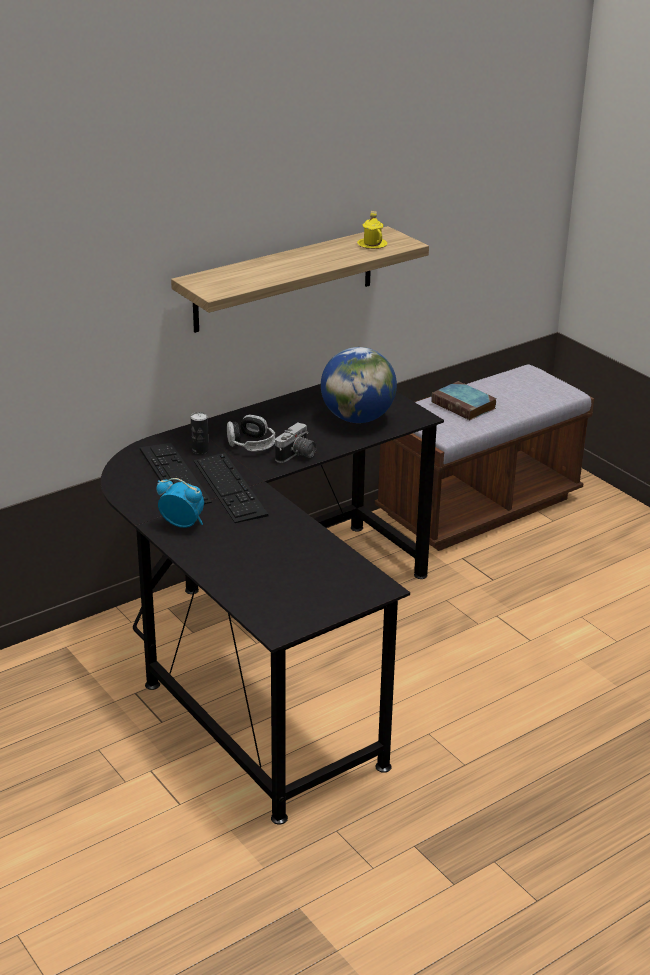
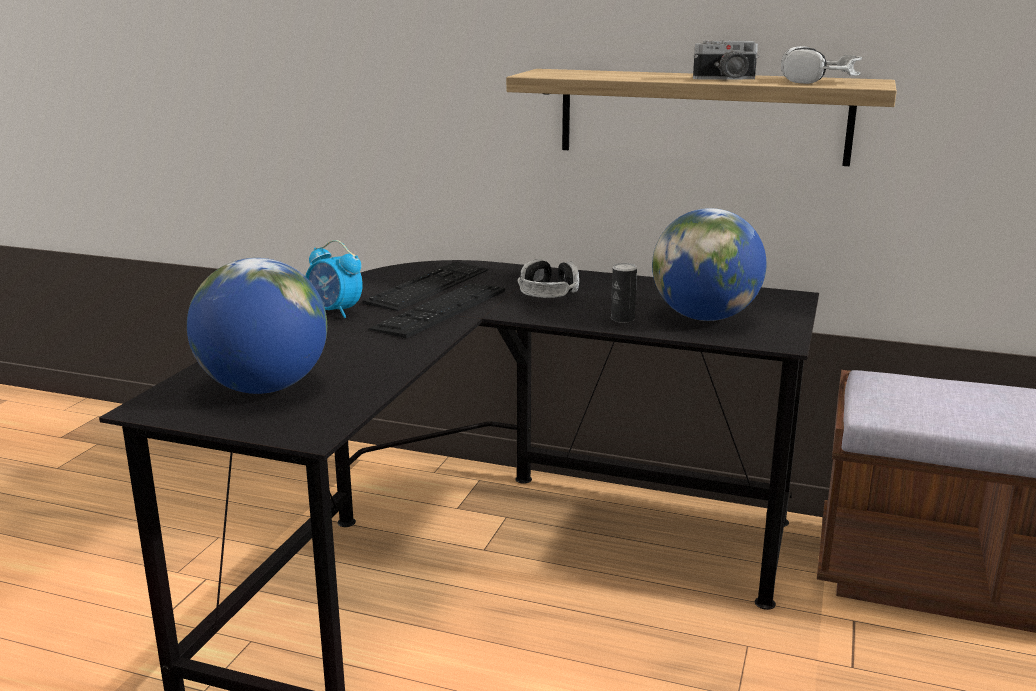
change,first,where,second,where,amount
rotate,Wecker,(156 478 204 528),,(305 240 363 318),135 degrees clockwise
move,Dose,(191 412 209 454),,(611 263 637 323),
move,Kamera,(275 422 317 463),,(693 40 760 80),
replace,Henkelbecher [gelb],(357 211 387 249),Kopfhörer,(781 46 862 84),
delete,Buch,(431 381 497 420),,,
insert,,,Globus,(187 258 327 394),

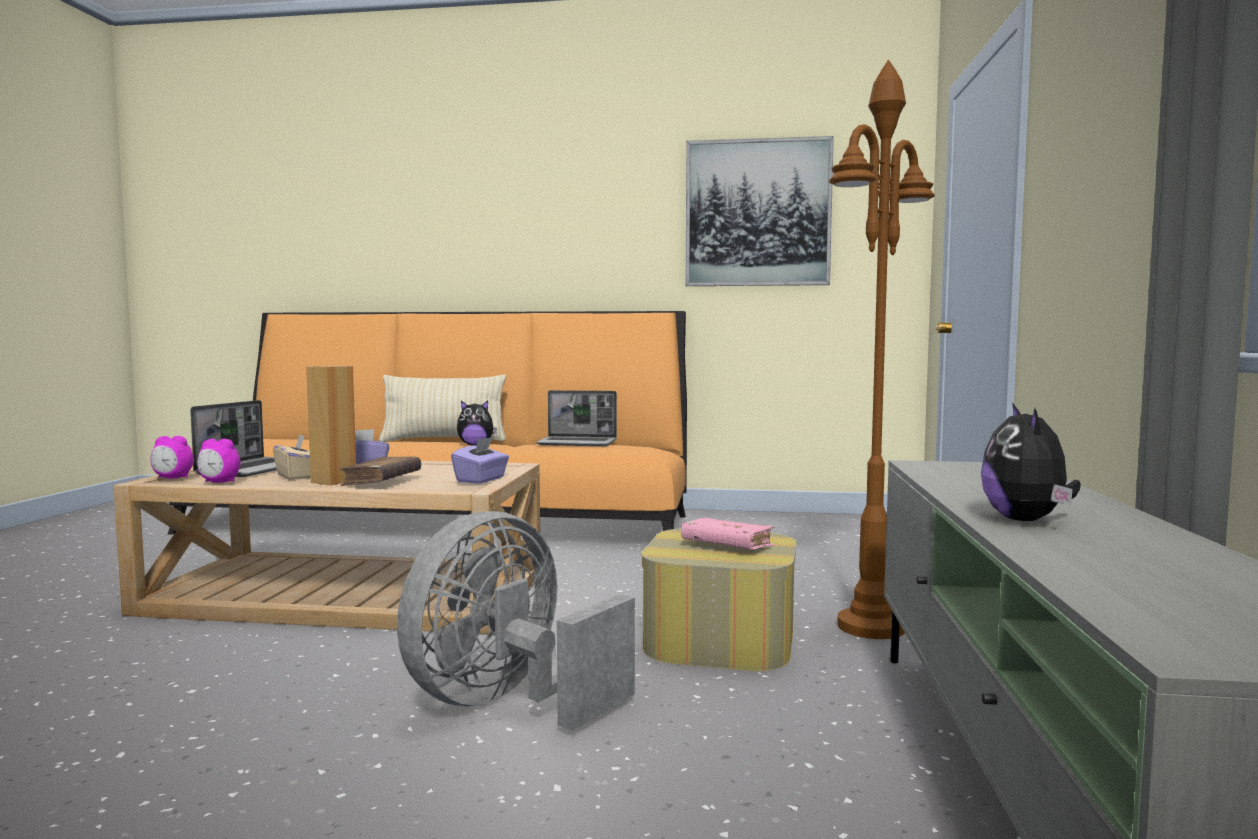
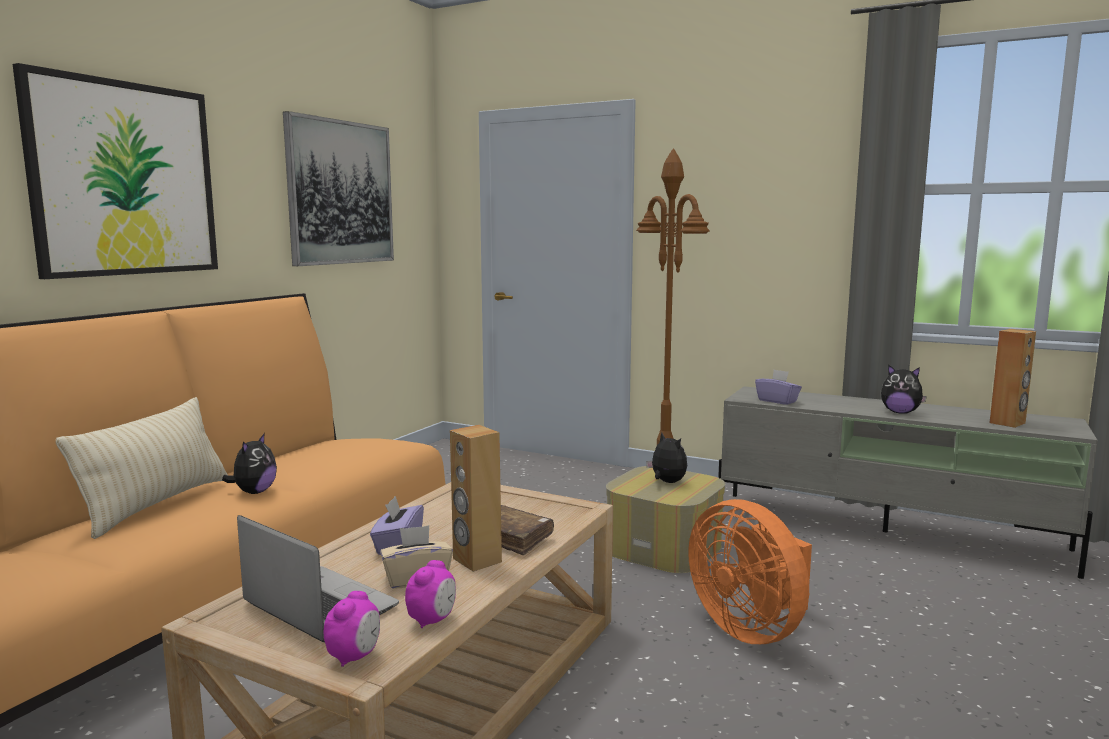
change,first,where,second,where,amount
recolor,Ventilator [grau],(397 511 635 731),Ventilator [orange],(688 499 812 644),
move,Taschentuchbox [lila],(451 437 509 484),,(755 370 802 405),
delete,Laptop,(536 390 617 446),,,
replace,Buch [rosa],(681 518 775 550),Plüschtier,(646 432 687 483),
insert,,,Bild,(13 63 218 279),
insert,,,Lautsprecher [braun],(990 329 1036 428),

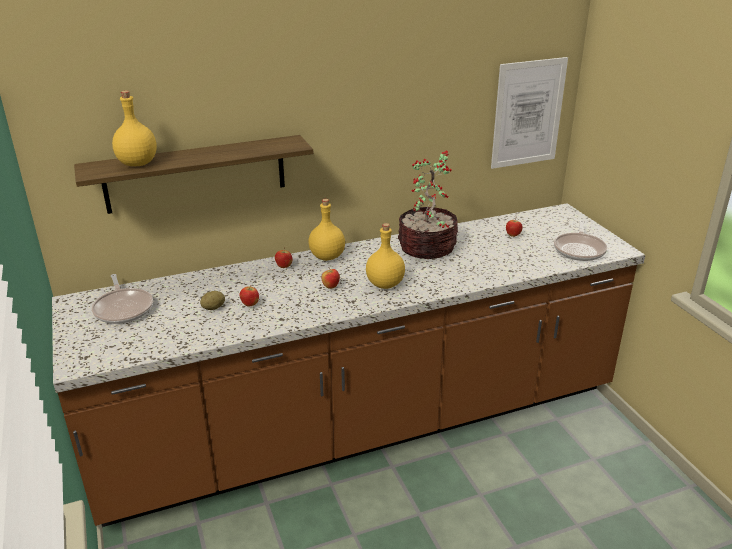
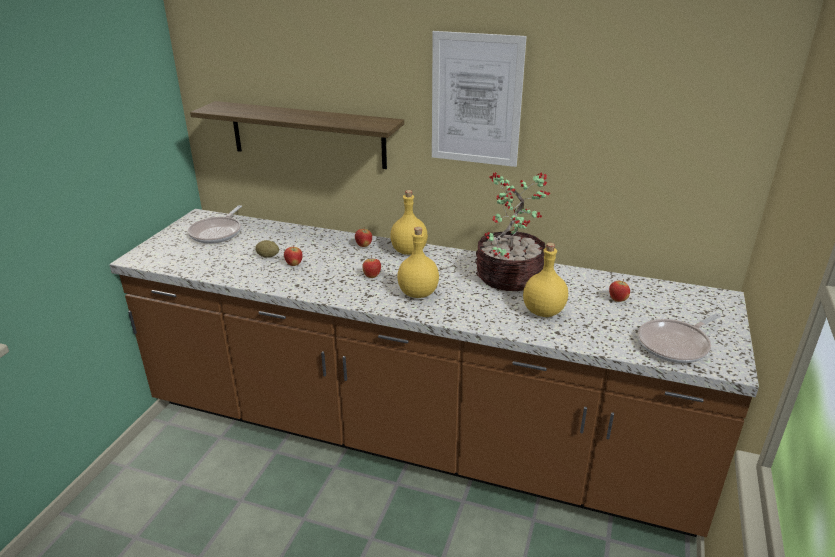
change,first,where,second,where,amount
move,Flasche [gelb],(112 91 157 166),,(523 243 568 317),
move,Bild,(491 57 568 169),,(432 31 527 167),

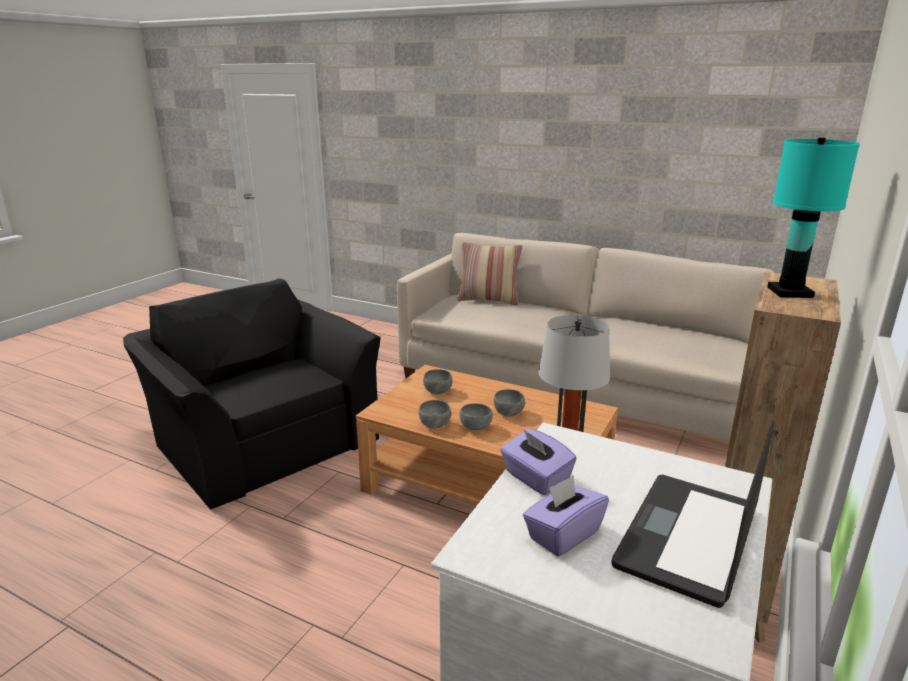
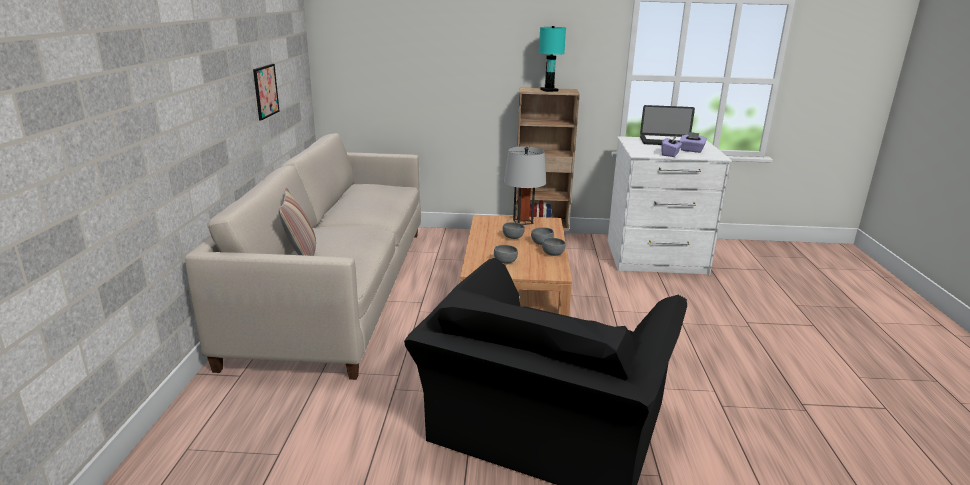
change,first,where,second,where,amount
insert,,,Bild,(253 64 279 121),

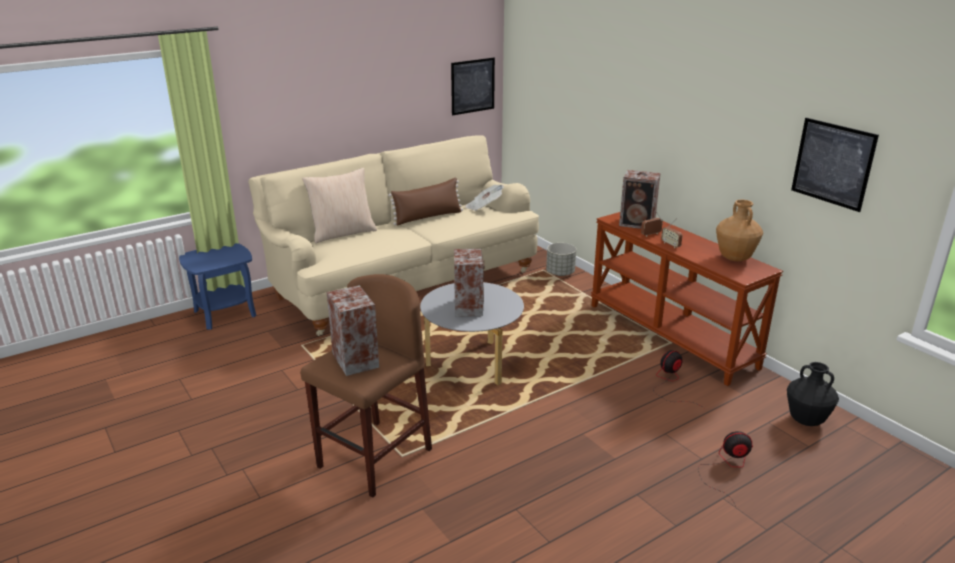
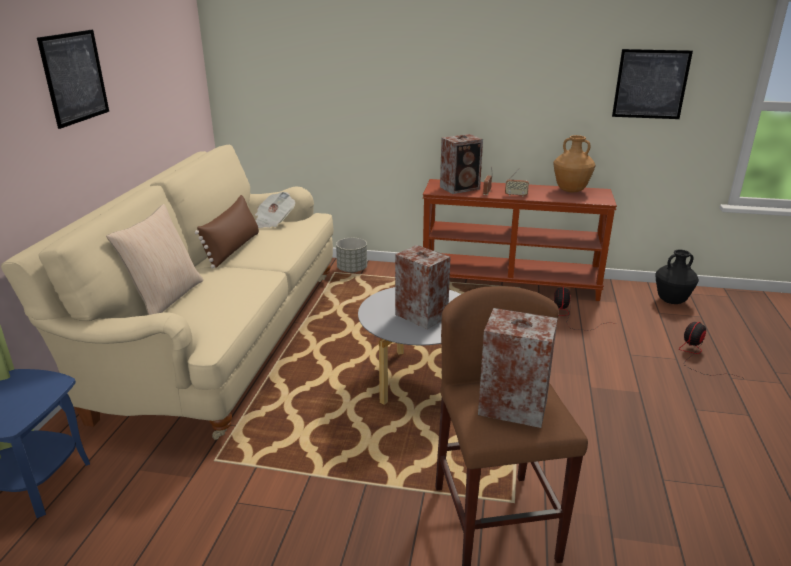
change,first,where,second,where,amount
move,Bild,(451 58 495 115),,(37 30 109 129),

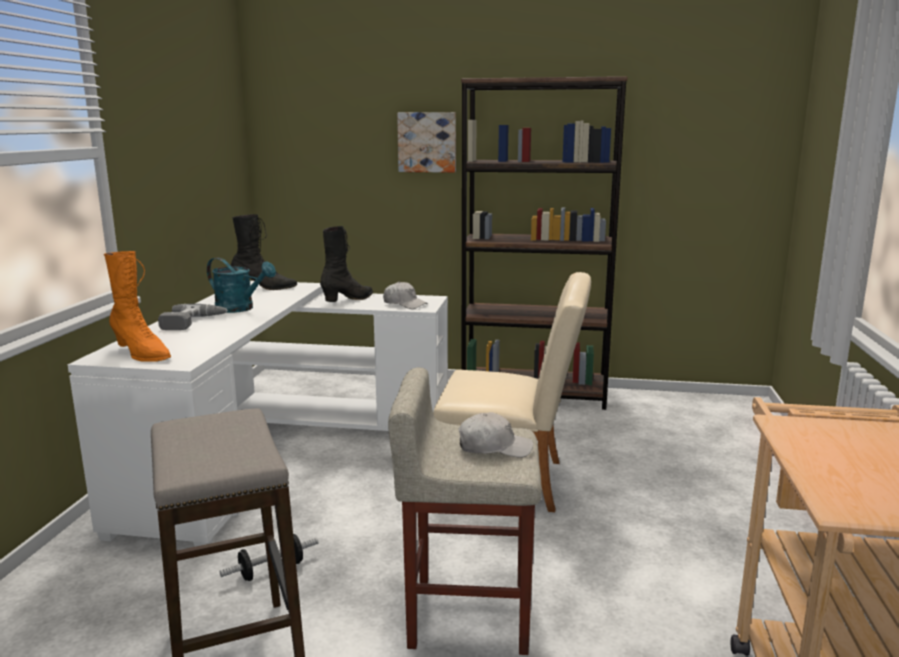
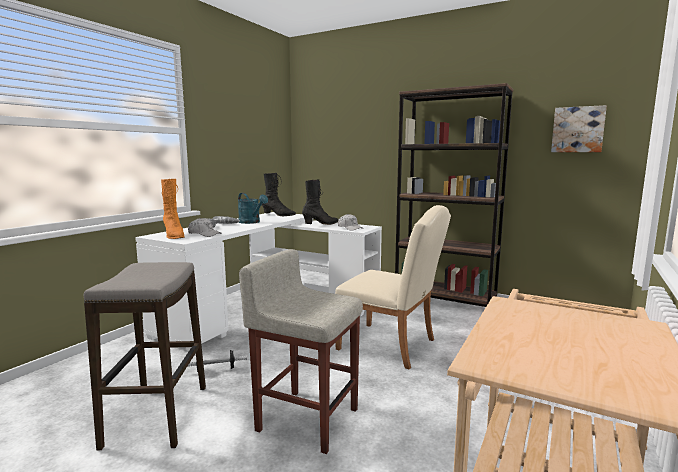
change,first,where,second,where,amount
move,Bild,(397 112 456 173),,(551 105 607 152),
move,Kappe [weiß],(459 412 533 458),,(188 218 222 237),

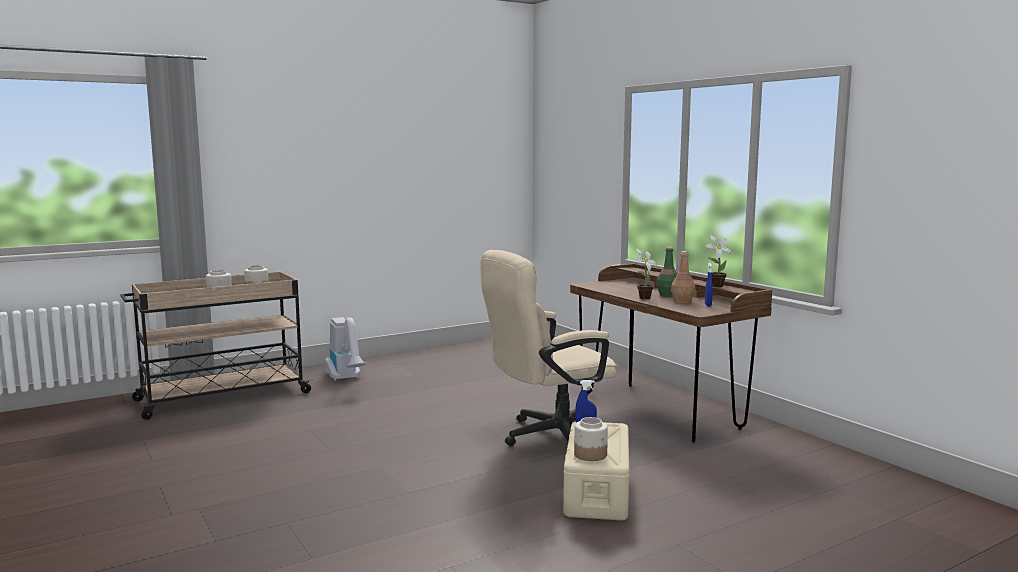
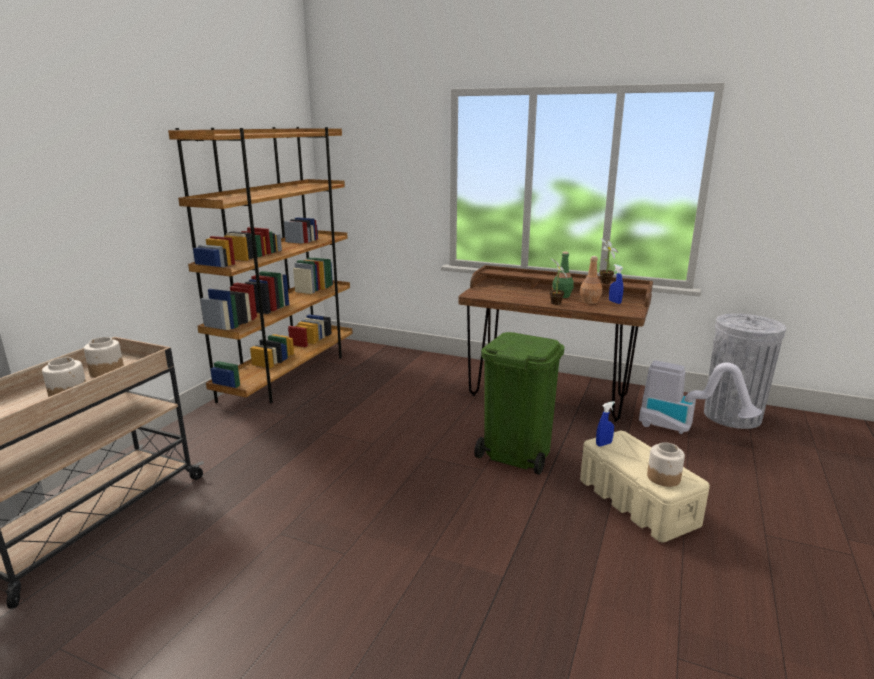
change,first,where,second,where,amount
move,Staubsauger,(325 317 366 381),,(639 361 762 434),
replace,Bürostuhl [beige],(480 250 617 446),Mülleimer [grün],(474 332 564 475),
insert,,,Bücherregal [braun],(168 127 353 403),
insert,,,Mülleimer [grau],(704 313 786 429),

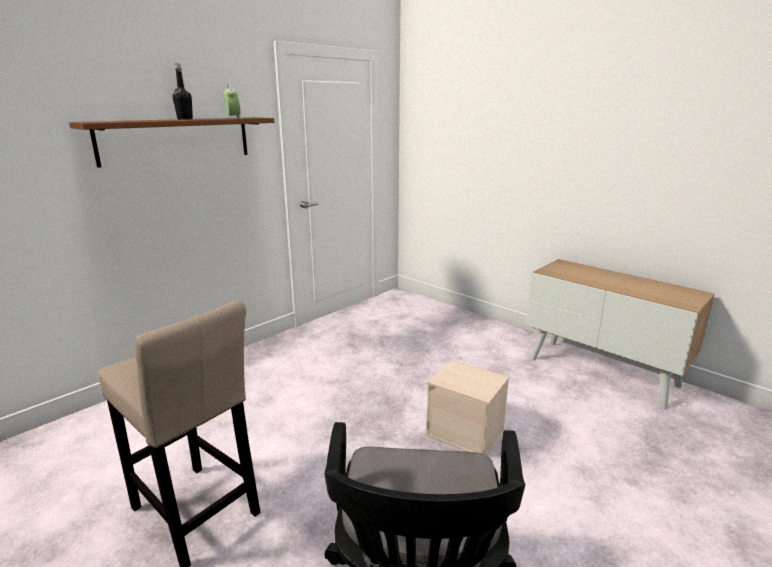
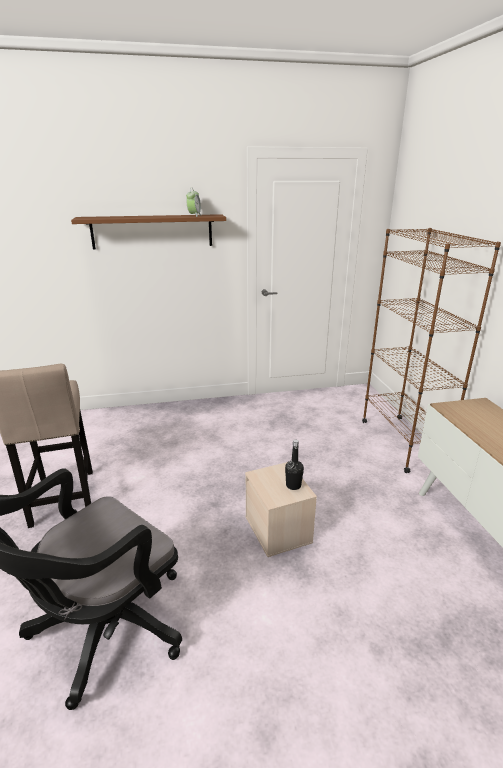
change,first,where,second,where,amount
move,Flasche [schwarz],(172 64 193 120),,(285 440 304 490),
insert,,,Bücherregal [braun],(362 228 501 473),

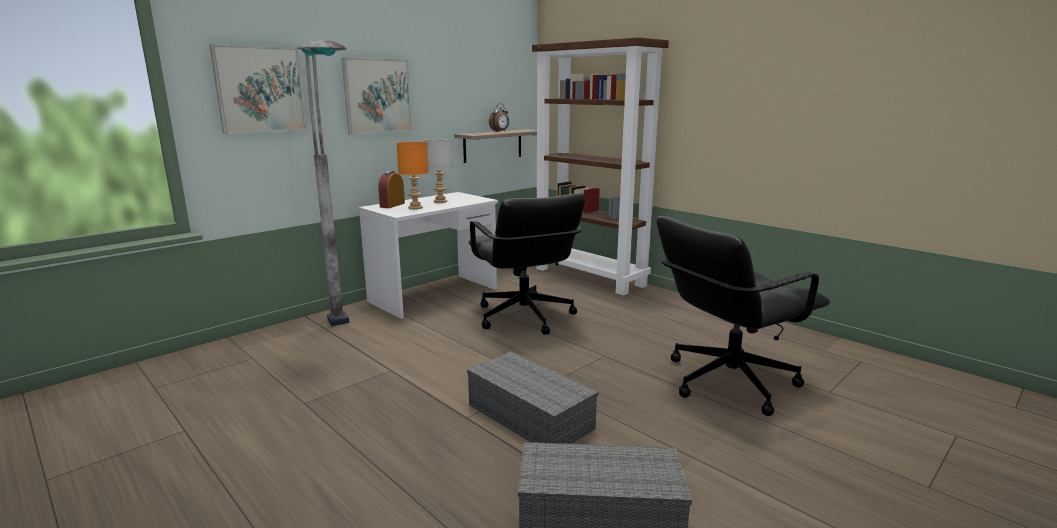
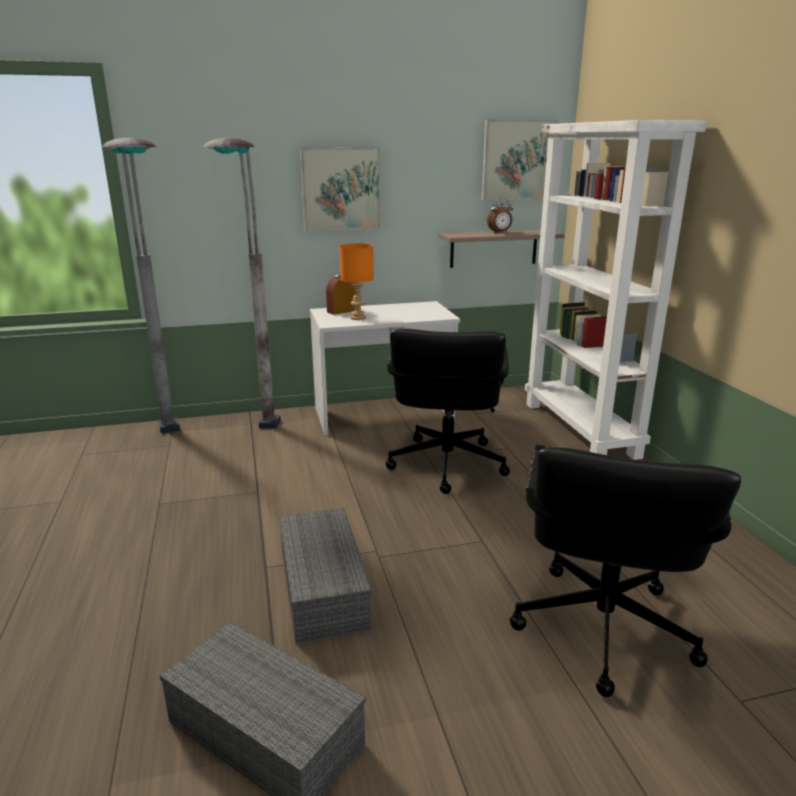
change,first,where,second,where,amount
move,Bild,(209 44 307 134),,(481 119 558 200),
delete,Tischlampe [grau],(423 139 453 203),,,
recolor,Bücherregal [braun],(532 37 669 296),Bücherregal [weiß],(525 120 707 460),
rotate,Bürostuhl [schwarz],(656 216 830 416),,(510 444 741 697),75 degrees counterclockwise
insert,,,Stehlampe [grau],(103 138 180 433),

